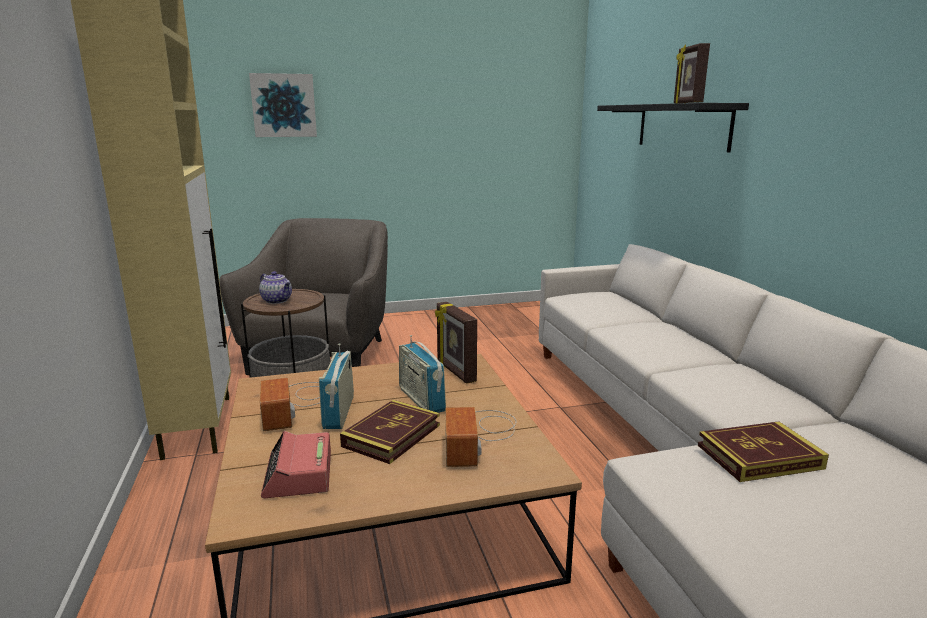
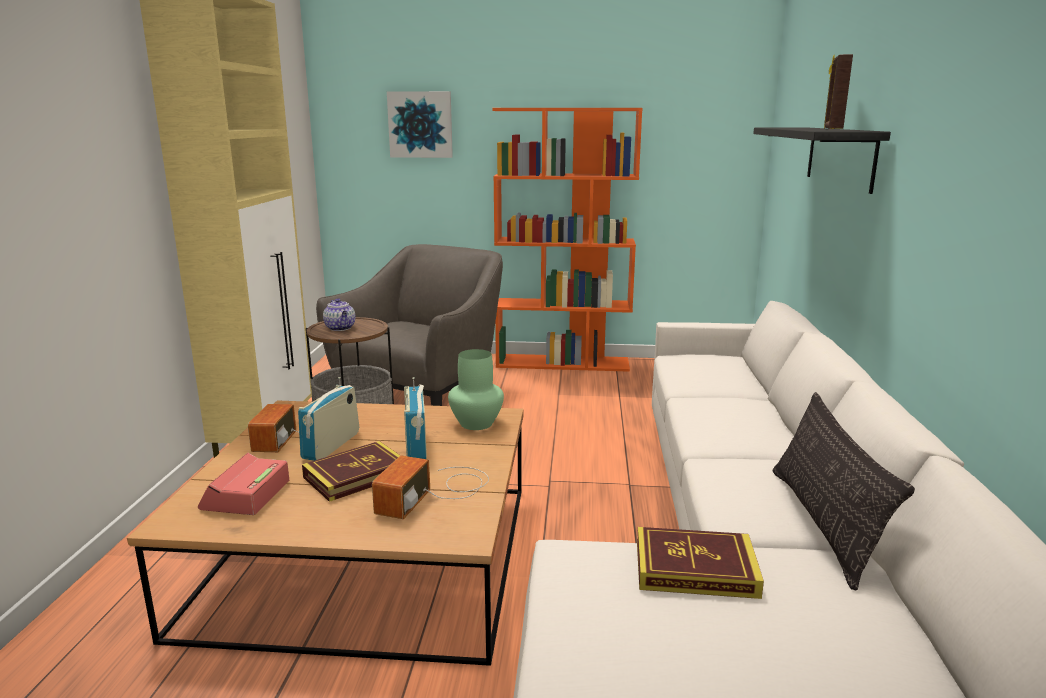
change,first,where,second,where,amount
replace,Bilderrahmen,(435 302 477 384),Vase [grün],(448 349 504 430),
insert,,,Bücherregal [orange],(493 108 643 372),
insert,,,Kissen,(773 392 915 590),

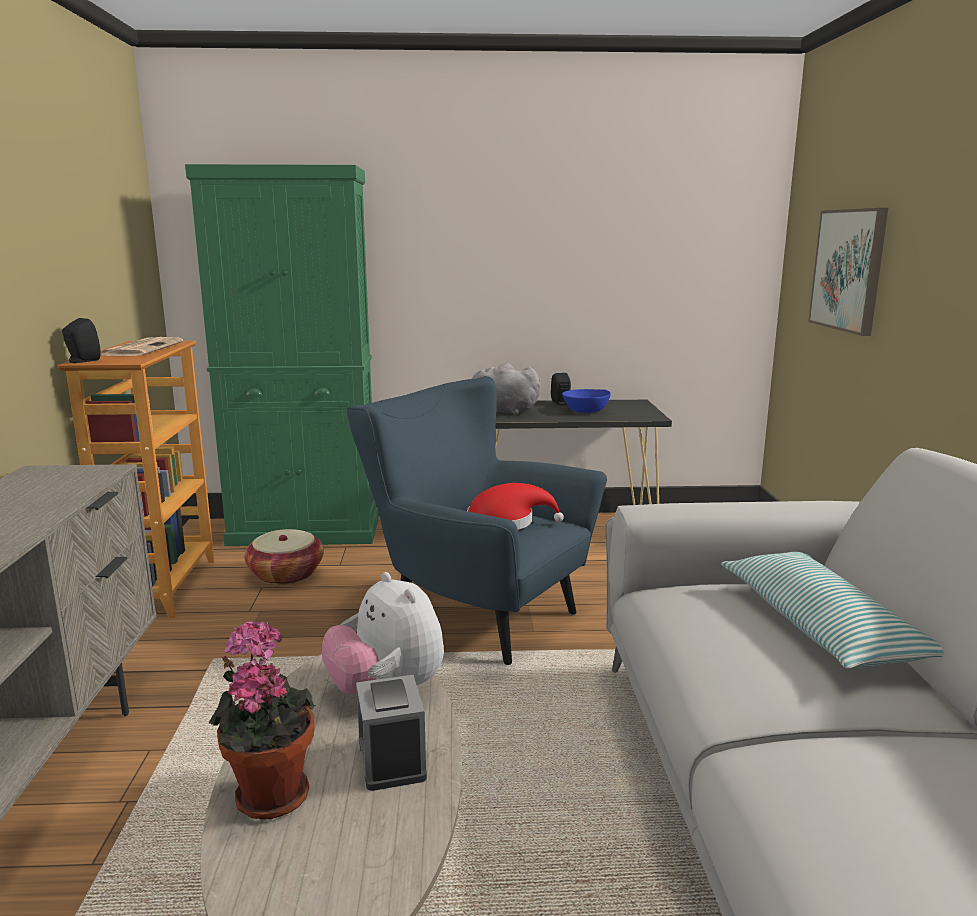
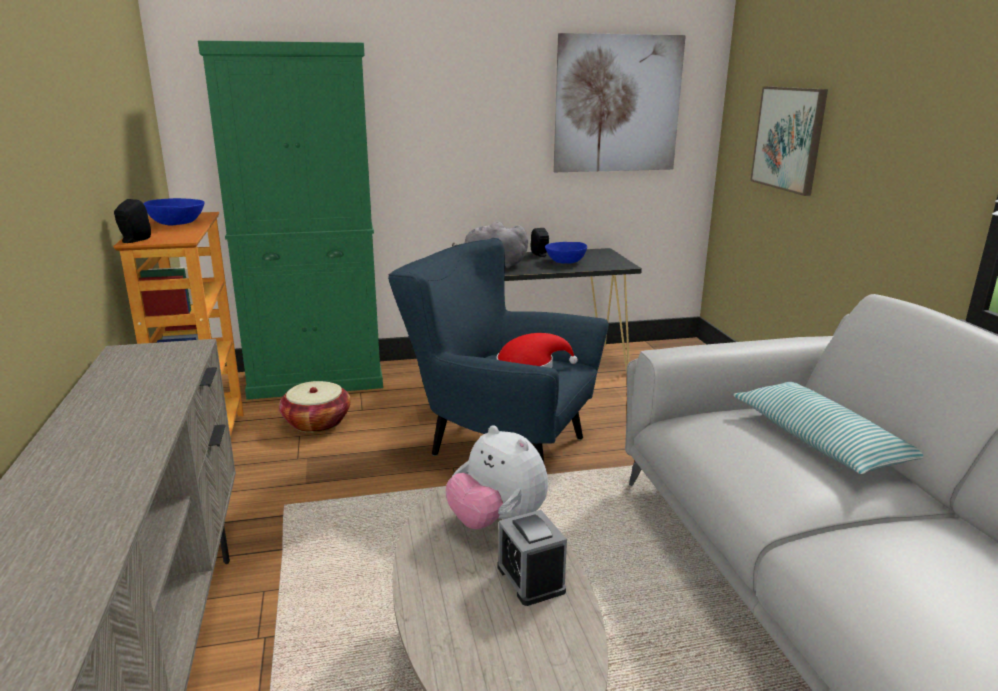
change,first,where,second,where,amount
replace,Zeitung,(100 337 183 356),Schüssel [blau],(143 198 205 226),
delete,Topfpflanze,(209 620 315 820),,,
insert,,,Bild,(553 33 686 172),

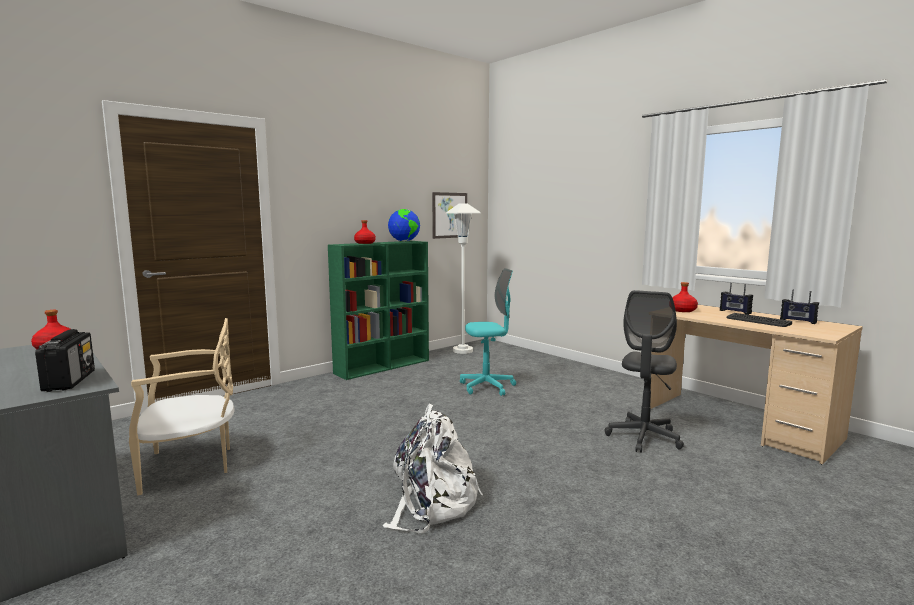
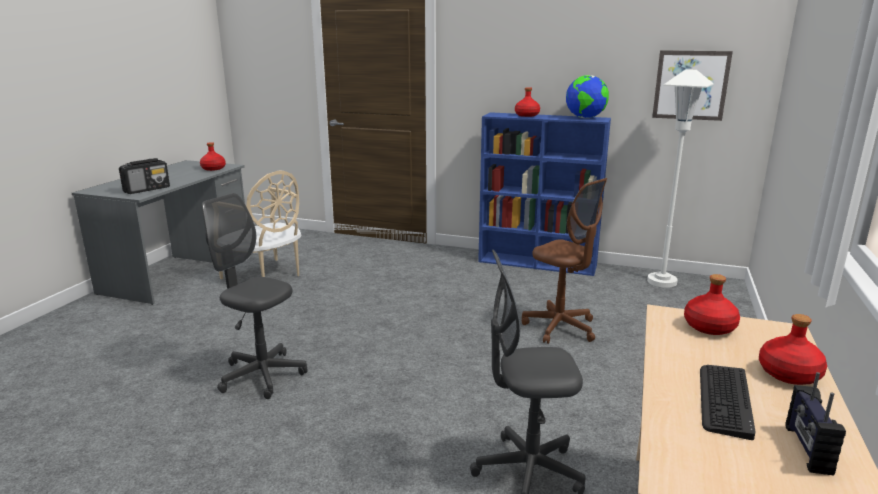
change,first,where,second,where,amount
recolor,Bücherregal [grün],(328 241 429 380),Bücherregal [blau],(478 112 611 276),
replace,Rucksack [weiß],(382 403 483 533),Bürostuhl [grau],(202 193 308 399),
recolor,Bürostuhl [türkis],(460 268 516 396),Bürostuhl [braun],(522 178 607 344),
replace,Radio,(720 283 753 315),Flasche [rot],(759 314 827 385),

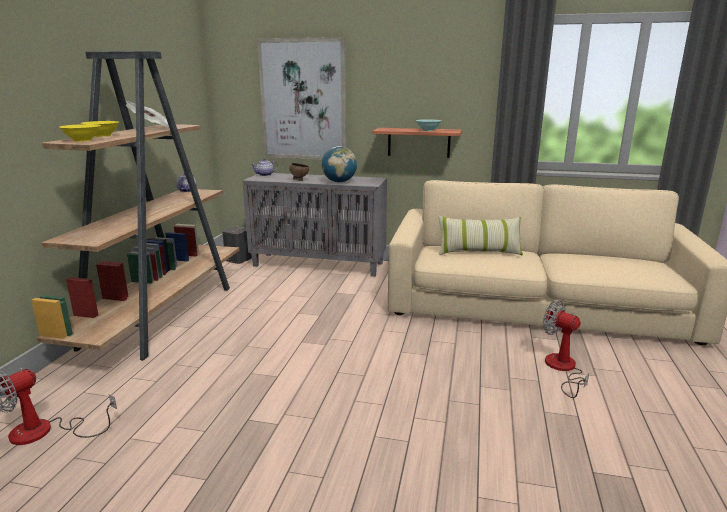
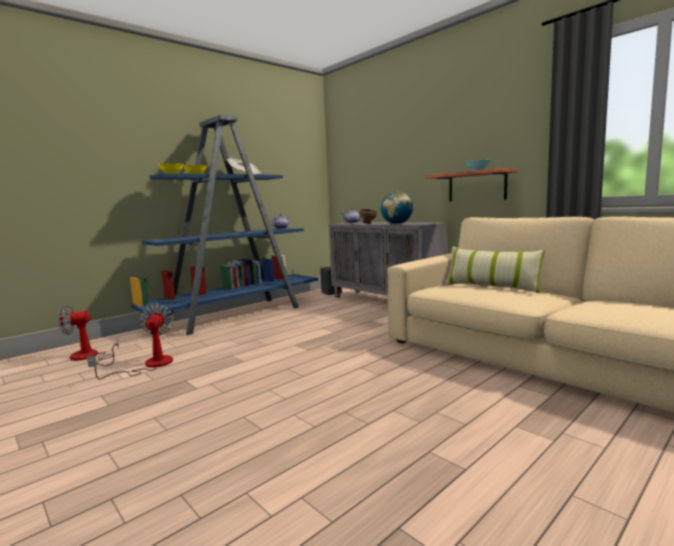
change,first,where,second,where,amount
recolor,Bücherregal [braun],(31 51 239 361),Bücherregal [blau],(130 114 318 336),
delete,Bild,(257 37 346 160),,,
move,Ventilator,(543 300 589 398),,(87 304 174 379),

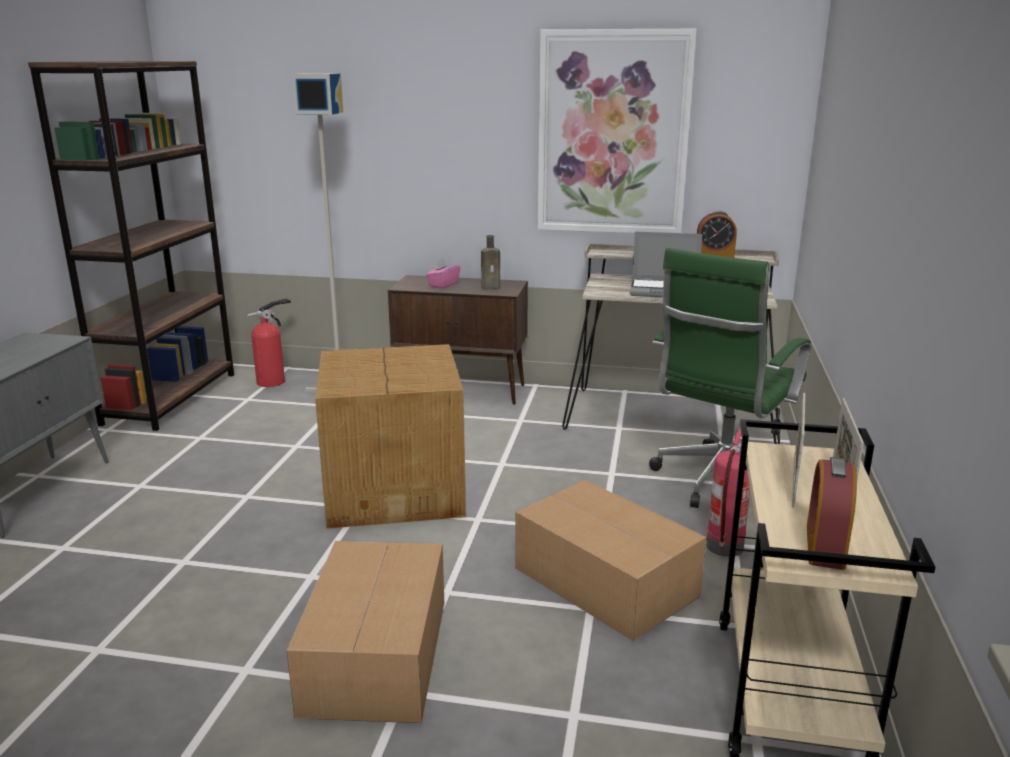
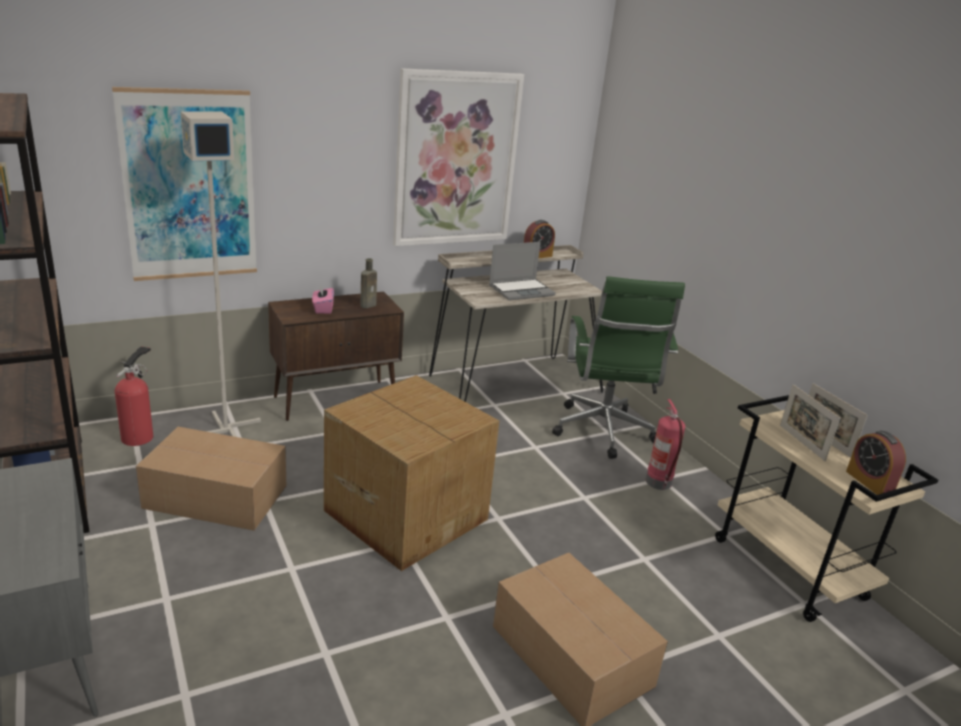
change,first,where,second,where,amount
move,Karton,(515 480 706 641),,(136 427 286 531),
insert,,,Bild,(112 87 257 281),

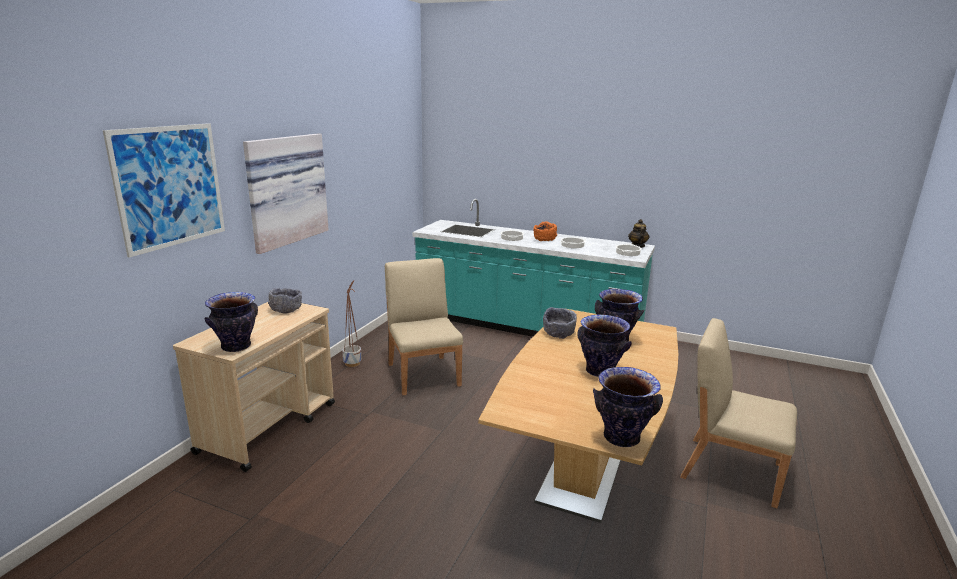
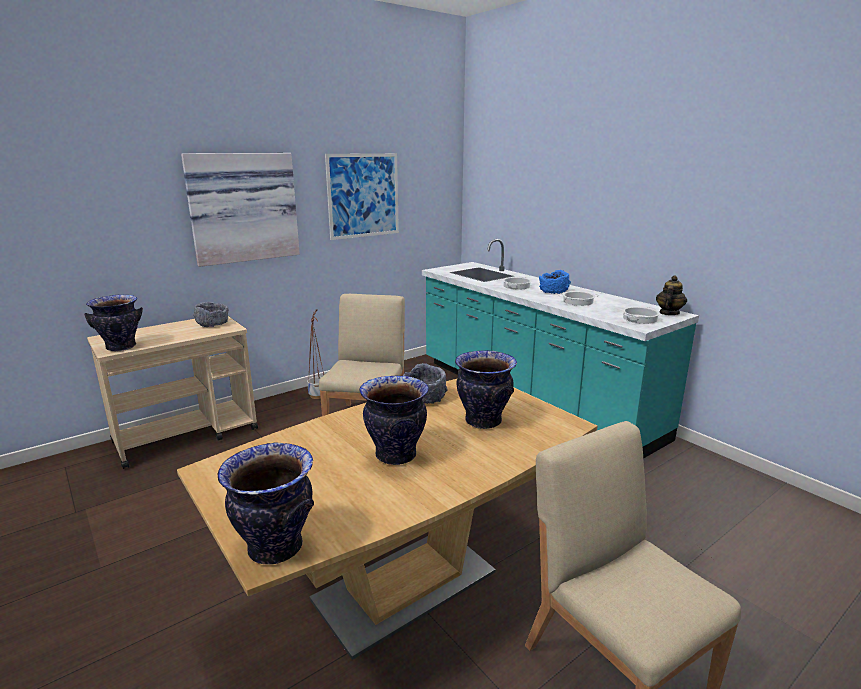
change,first,where,second,where,amount
move,Bild,(103 123 225 258),,(325 153 399 240),
recolor,Schüssel [orange],(533 221 557 241),Schüssel [blau],(539 270 571 294),

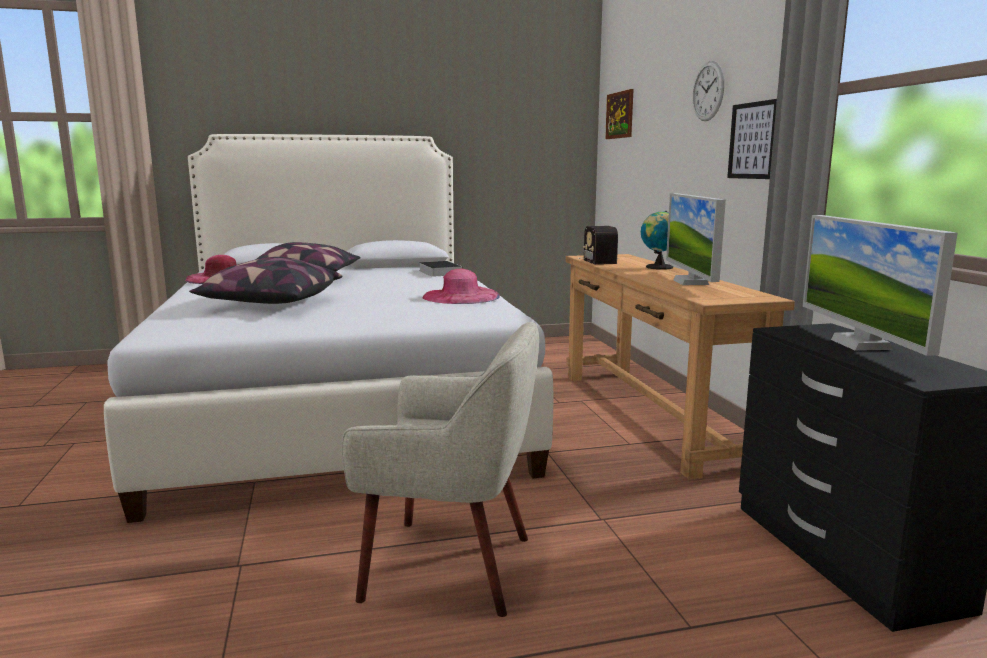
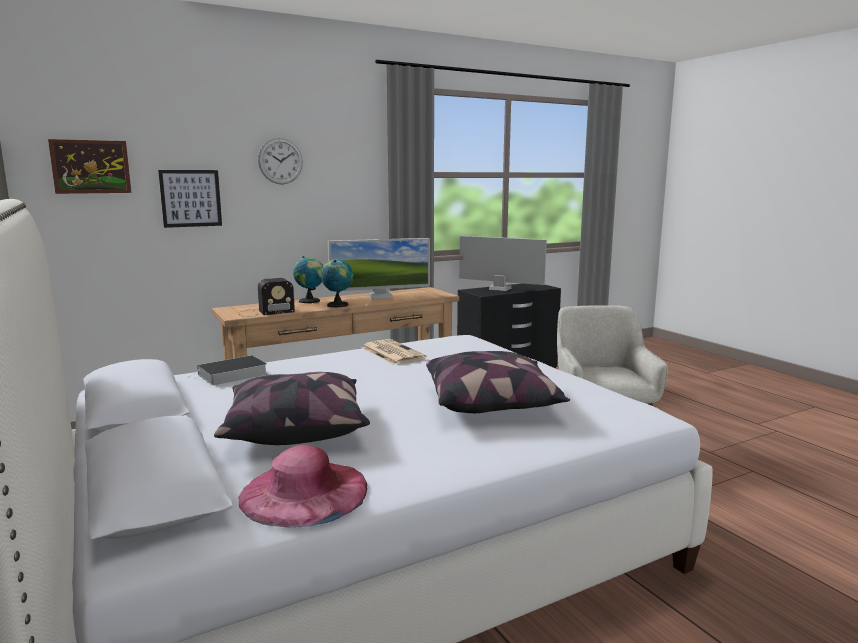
change,first,where,second,where,amount
replace,Hut [rosa],(423 269 500 304),Zeitung,(361 339 427 365),
move,Bild,(727 99 777 179),,(158 170 222 228),
rotate,Monitor,(803 215 958 356),,(459 236 547 291),135 degrees counterclockwise
insert,,,Globus,(321 259 353 307),

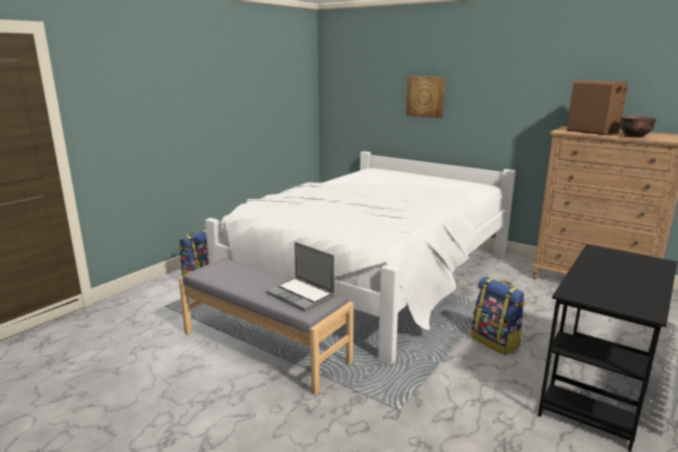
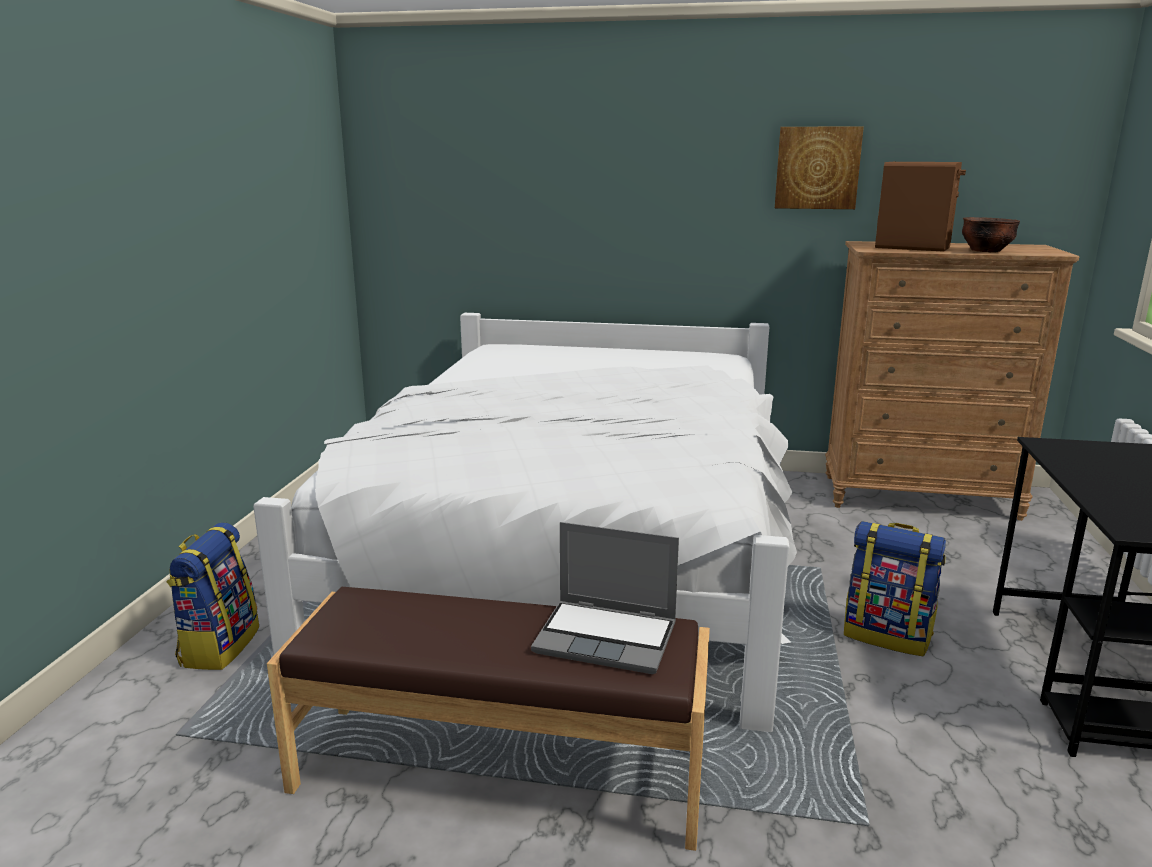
change,first,where,second,where,amount
recolor,Bank [grau],(179 258 354 395),Bank [braun],(267 587 710 851),
move,Bild,(406 76 445 118),,(775 126 864 209),

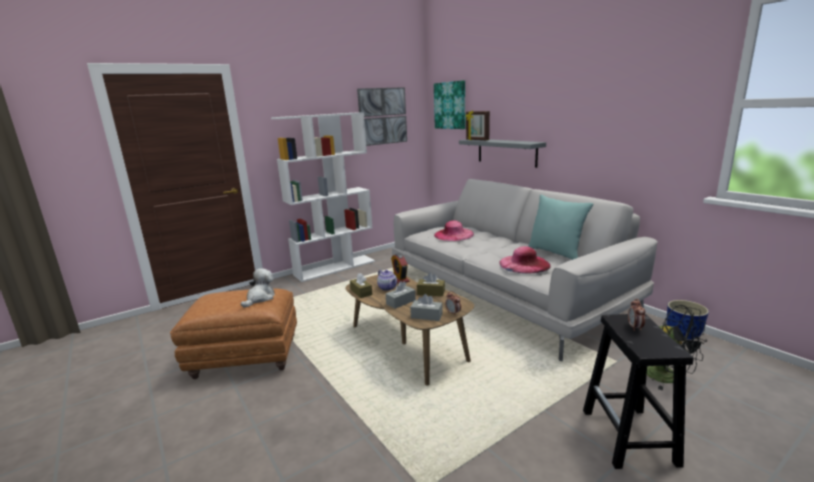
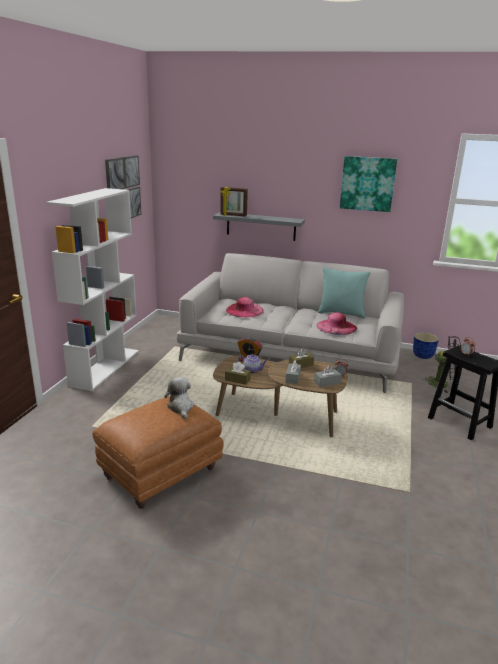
change,first,where,second,where,amount
move,Bild,(434 80 465 129),,(340 156 397 212),

